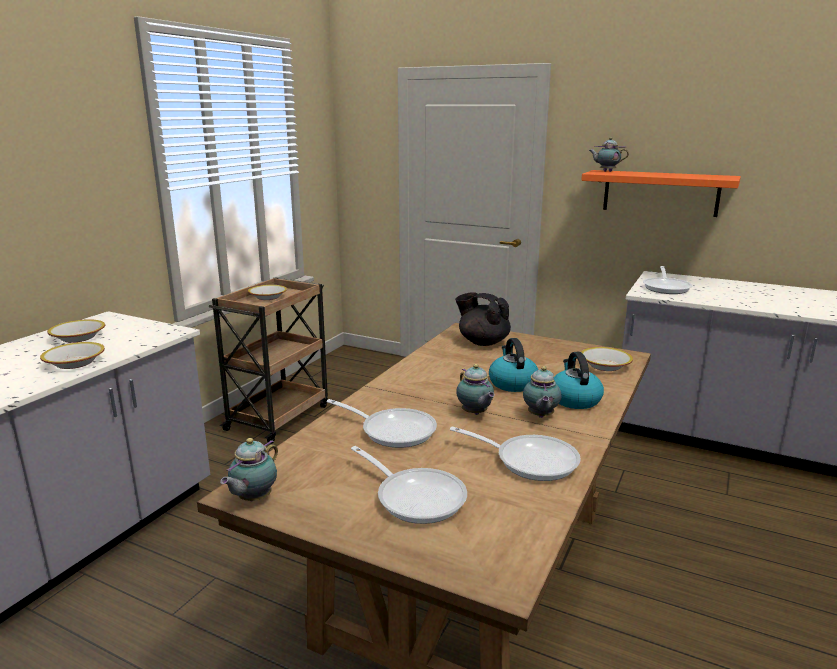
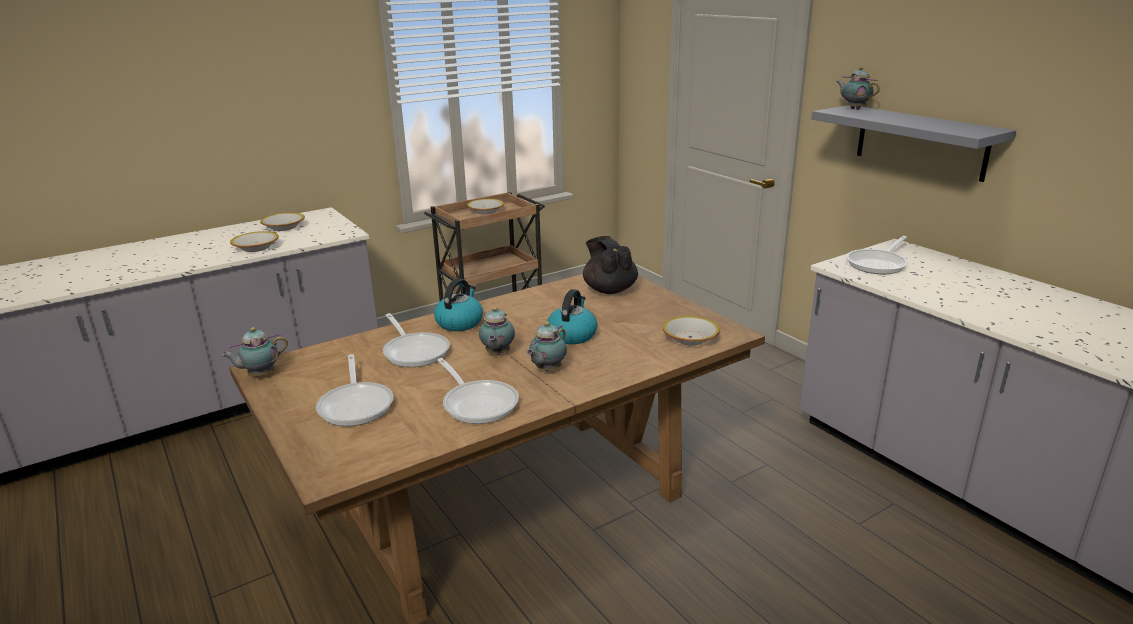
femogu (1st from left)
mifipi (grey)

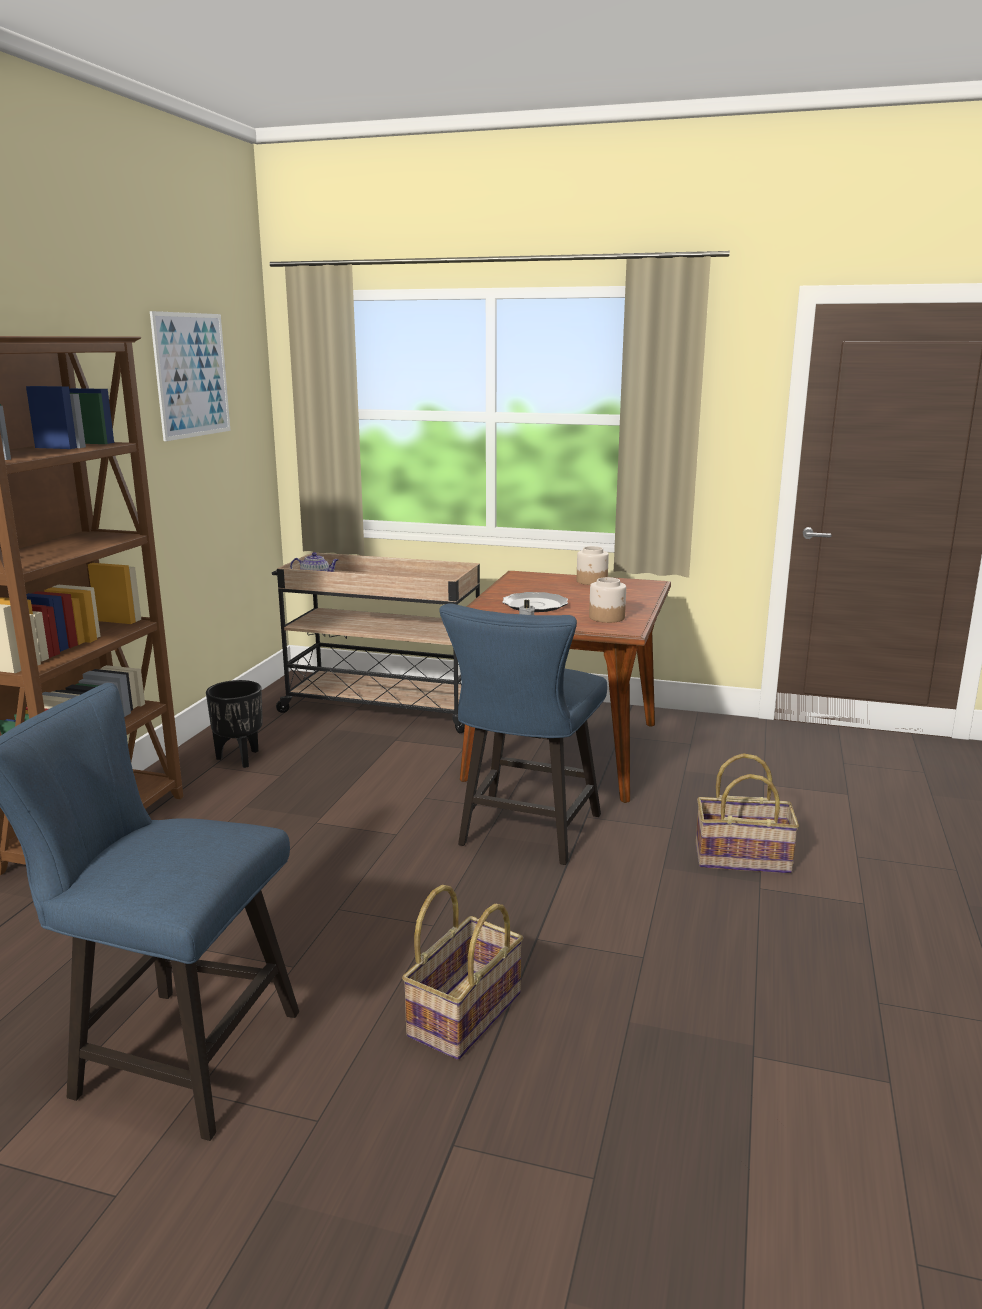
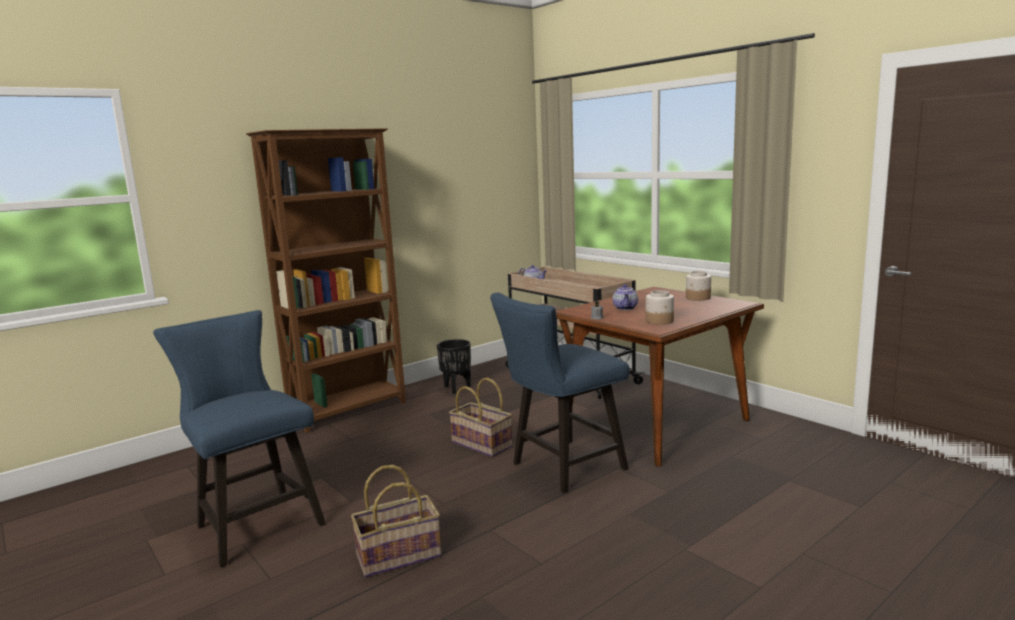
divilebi (2nd from left)
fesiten (2nd from left)
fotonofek

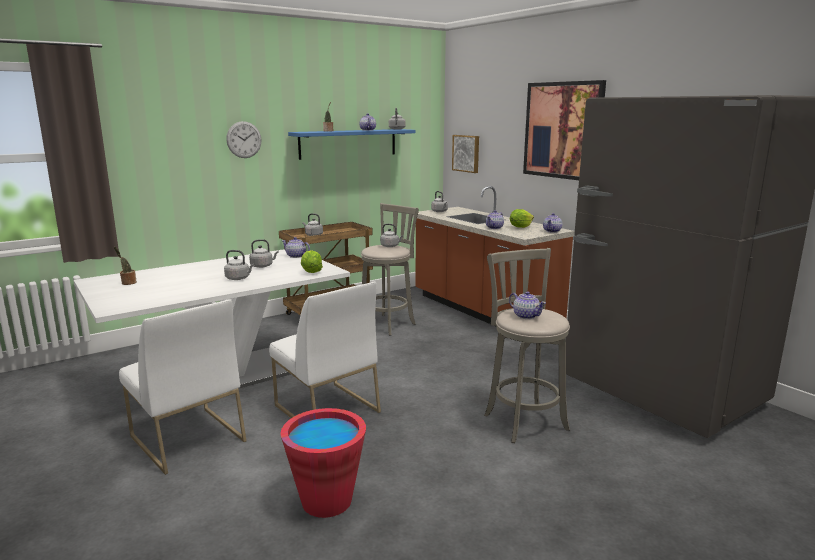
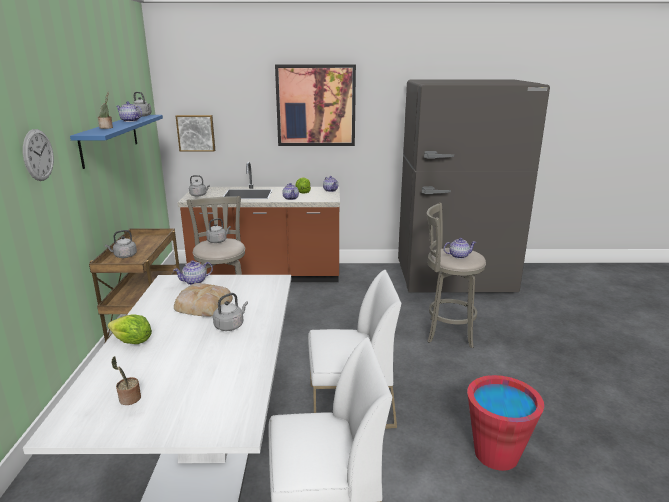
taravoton (1st from left)
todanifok

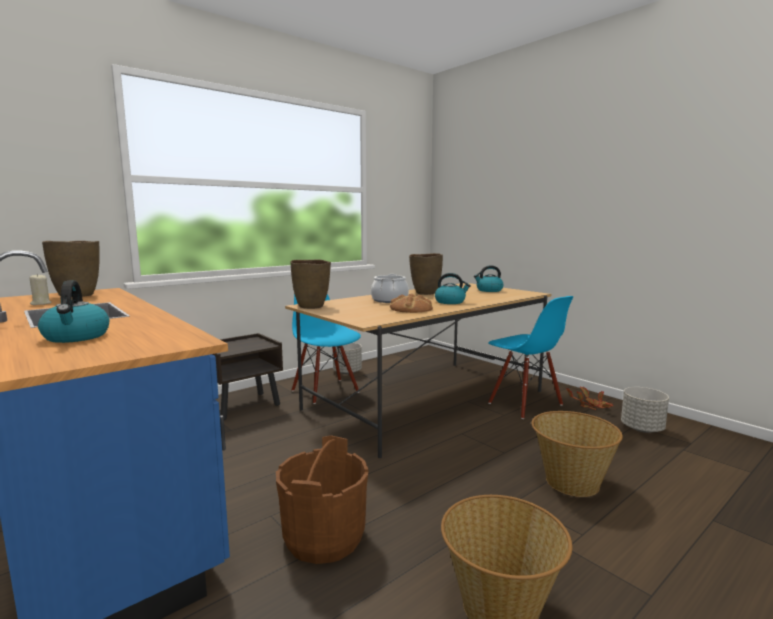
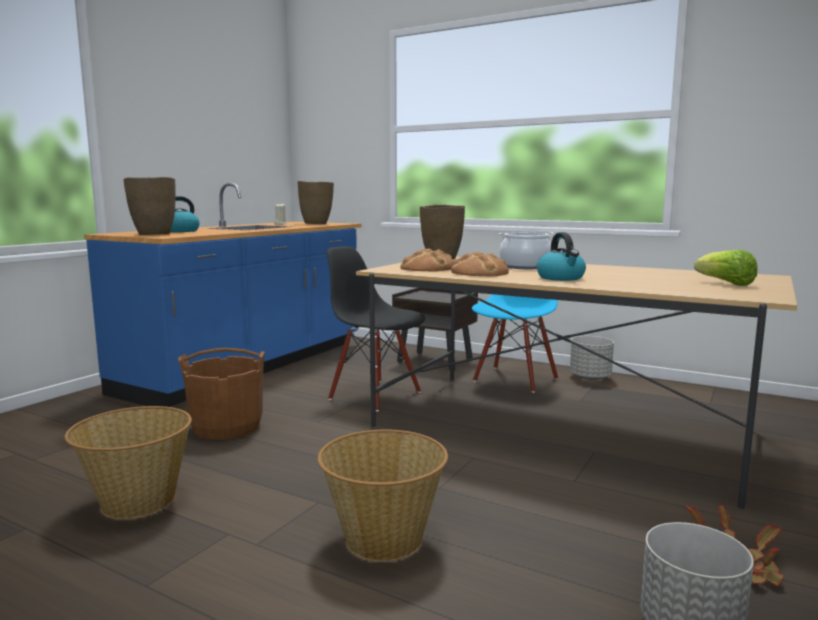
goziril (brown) (1st from left)
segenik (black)
todanifok (1st from left)
taravoton
segenik (blue) (2nd from left in the first image)

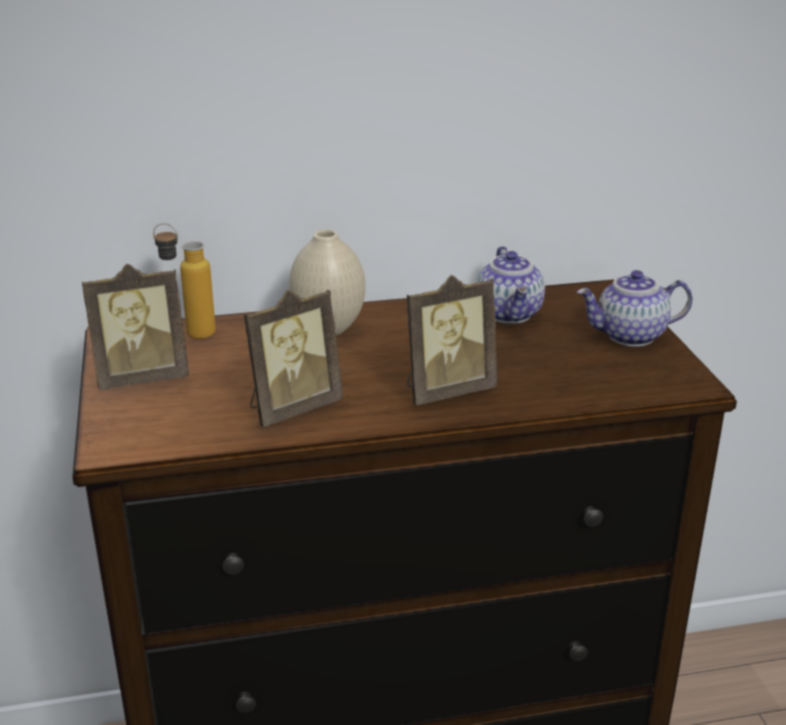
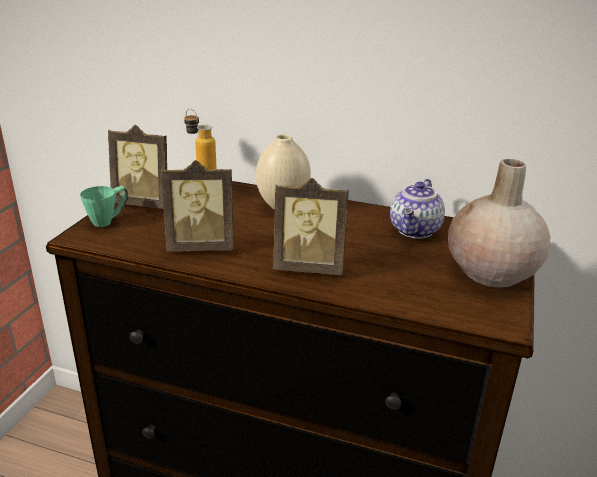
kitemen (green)
goziril (beige) (2nd from left)

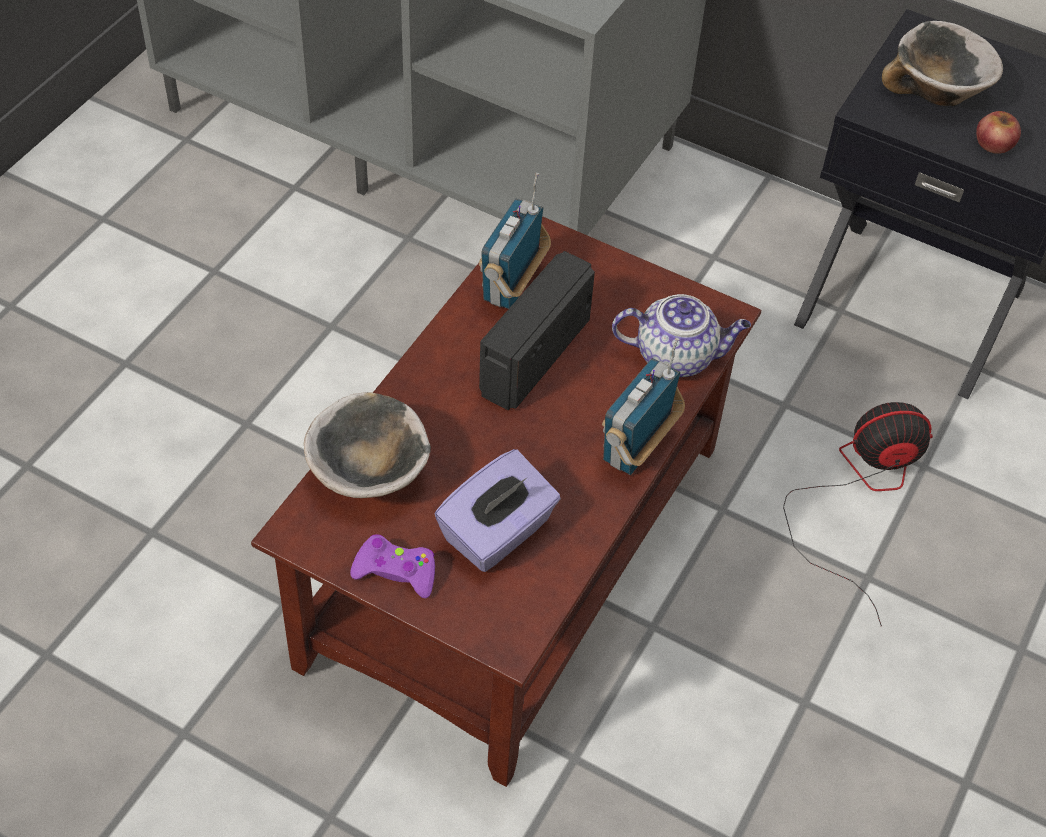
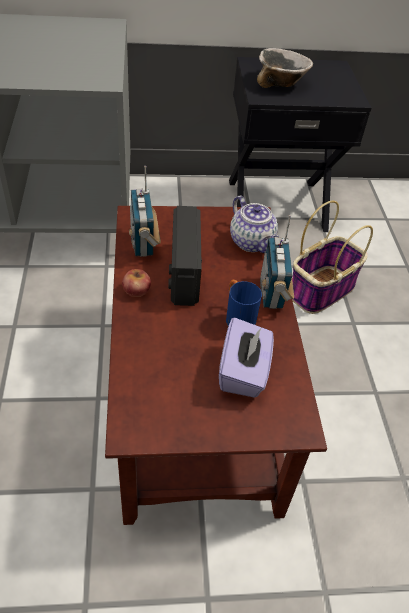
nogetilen
kitemen (blue)
fesiten
divilebi
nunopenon (1st from left in the first image)
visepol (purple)

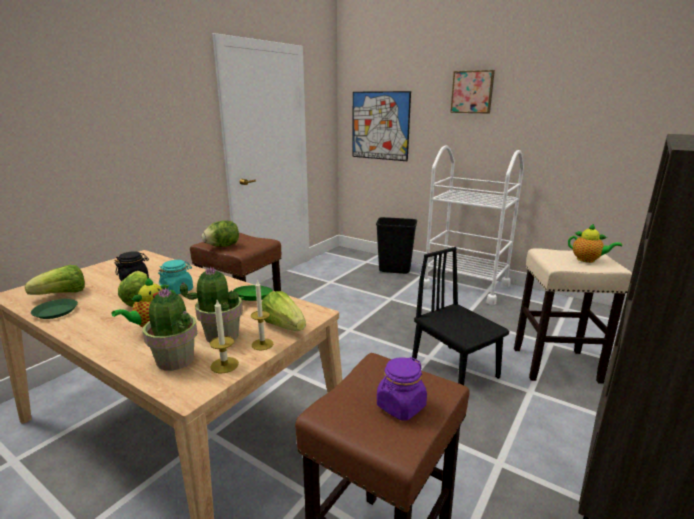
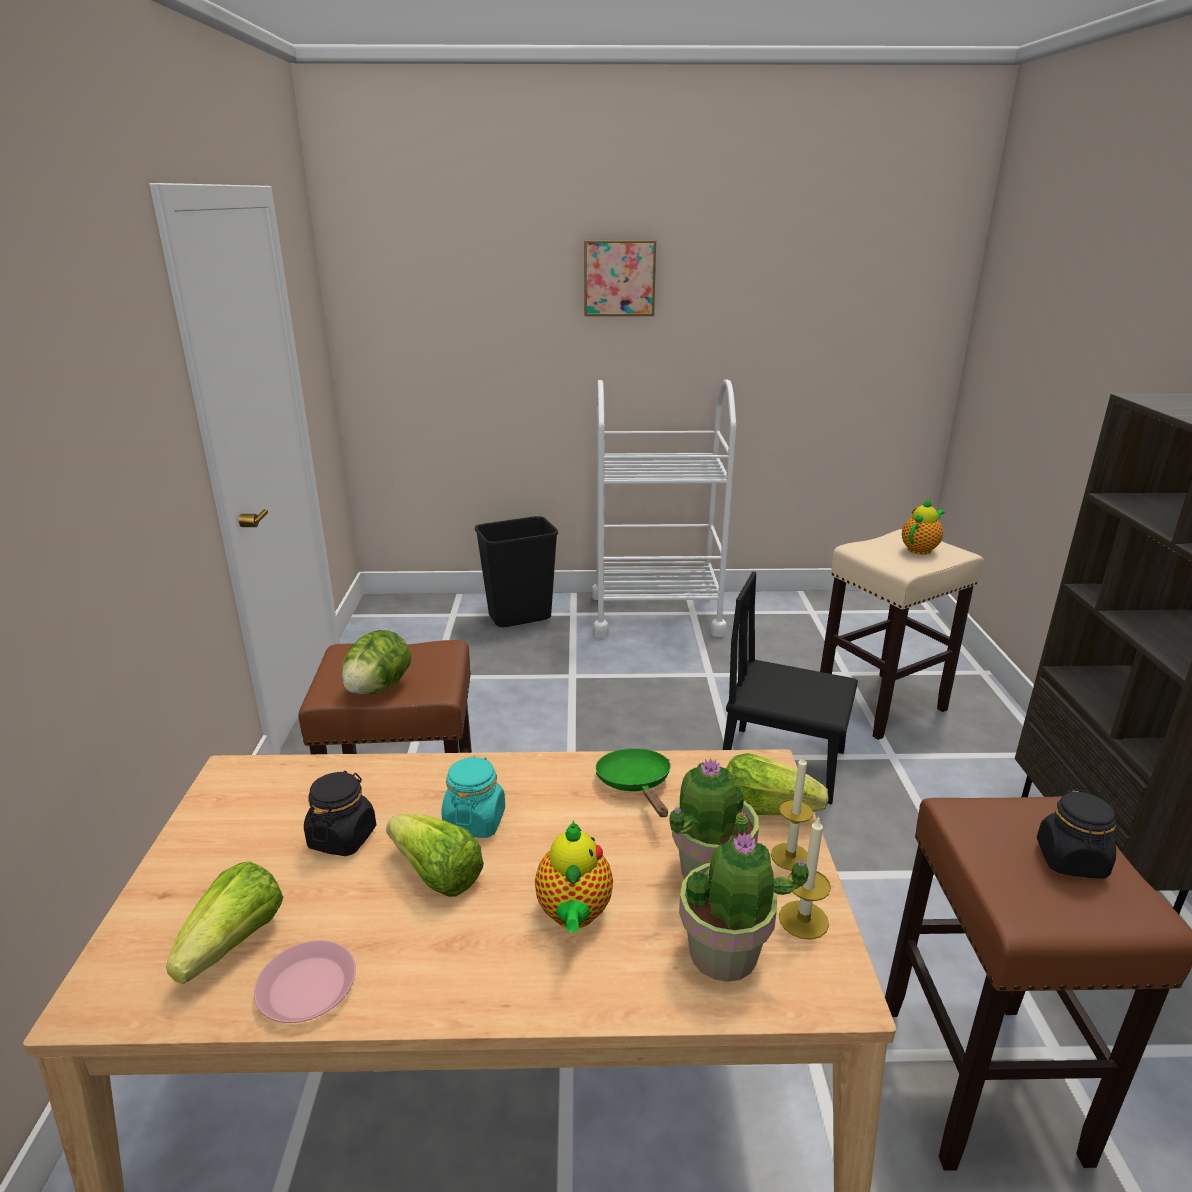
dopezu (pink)
fesiten (2nd from left)
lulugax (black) (2nd from left)
fotonofek (1st from left in the first image)

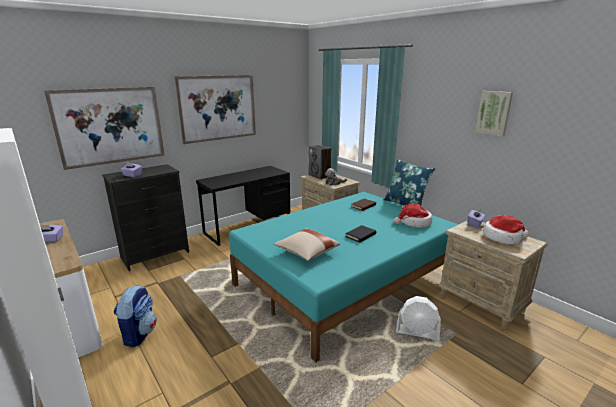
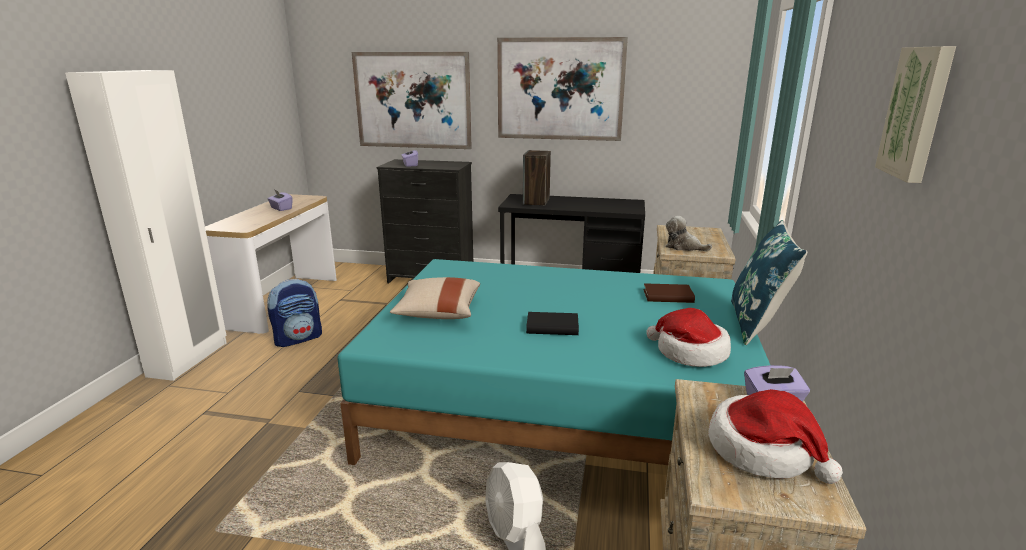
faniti

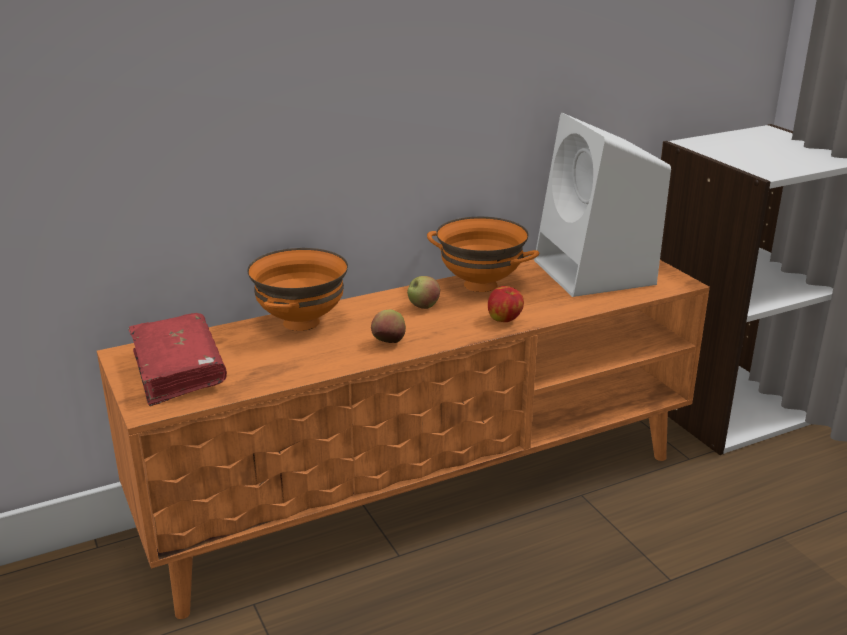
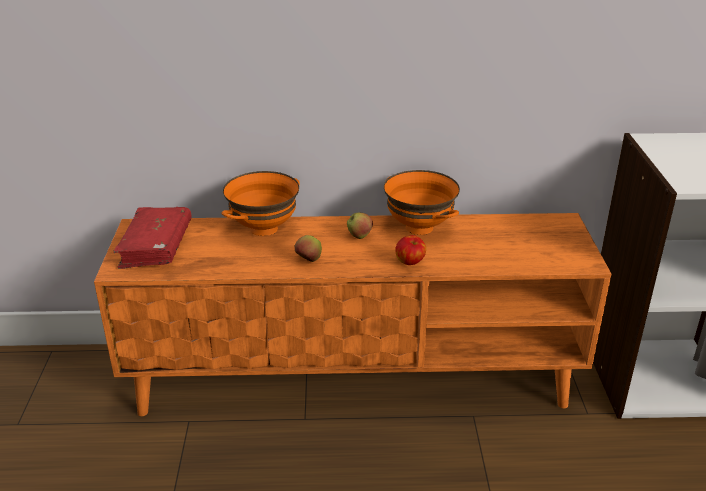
faniti (white)

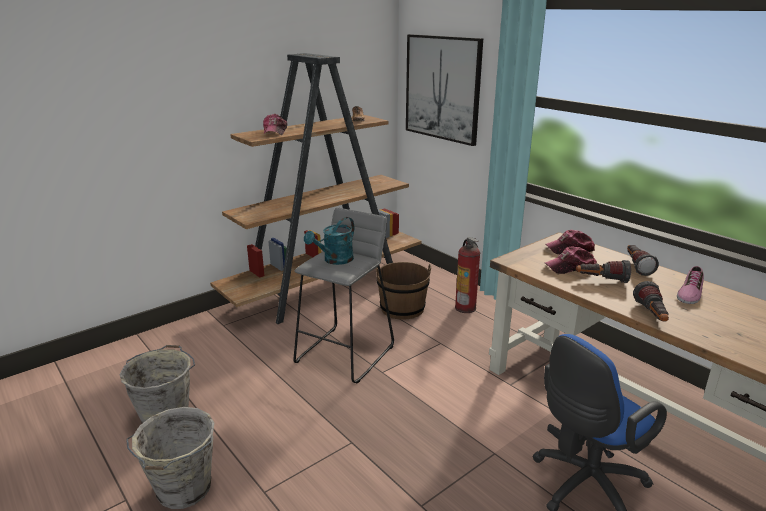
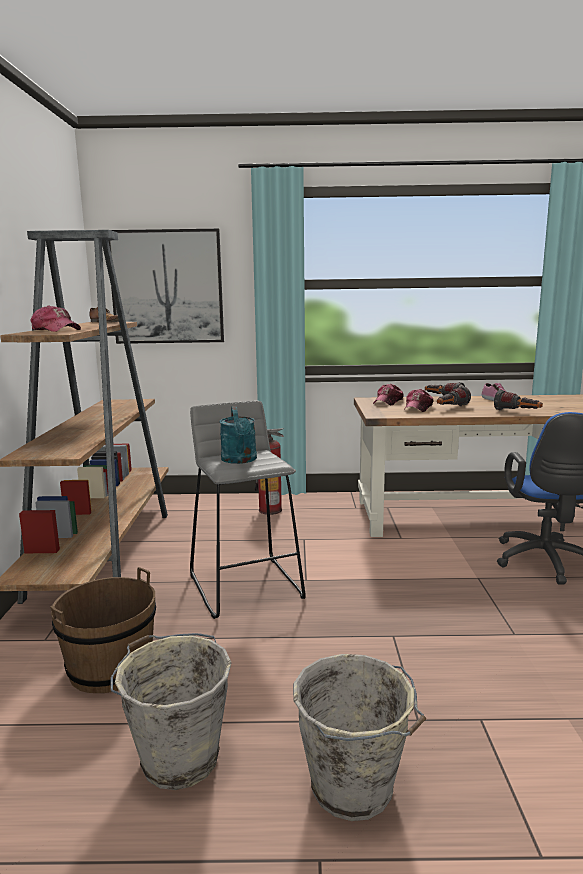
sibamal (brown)

